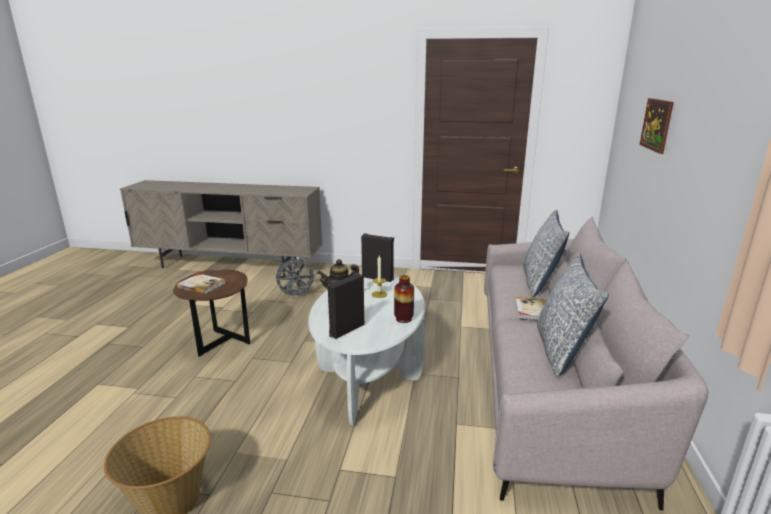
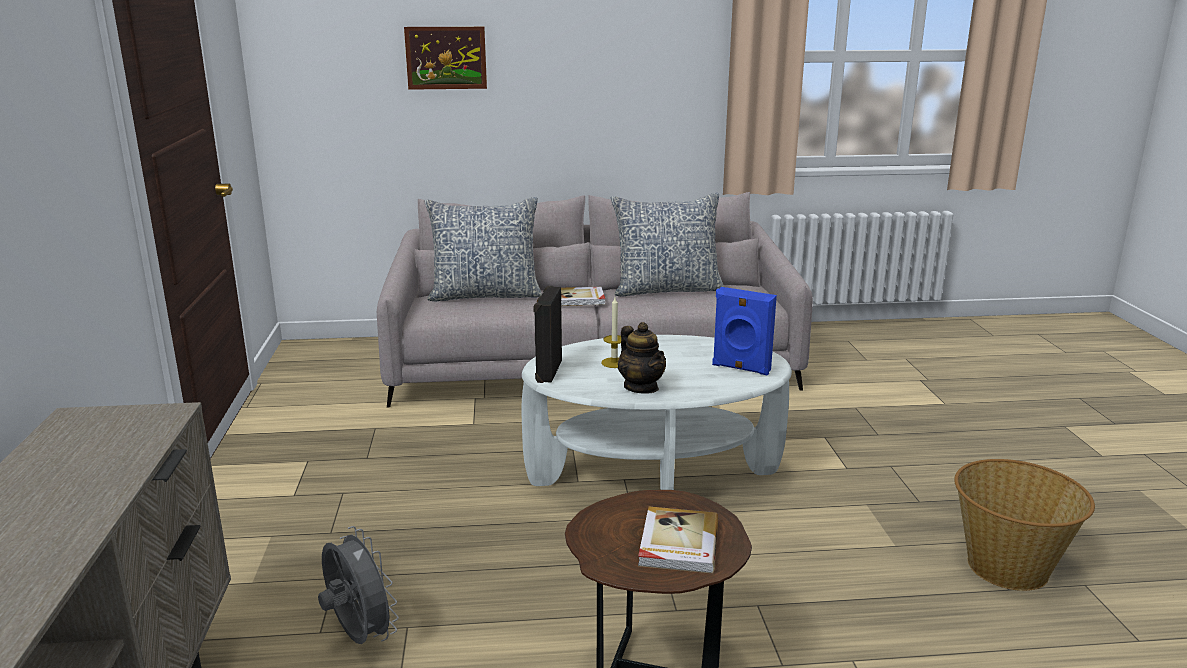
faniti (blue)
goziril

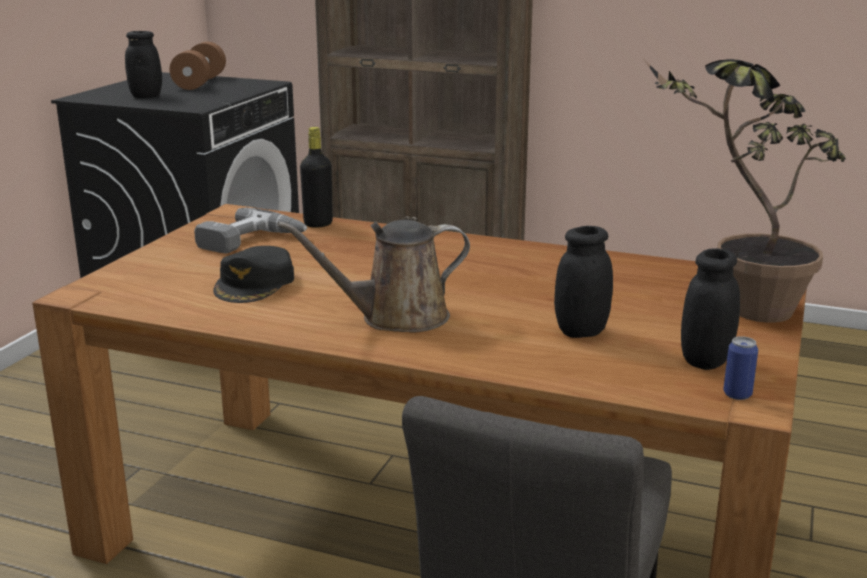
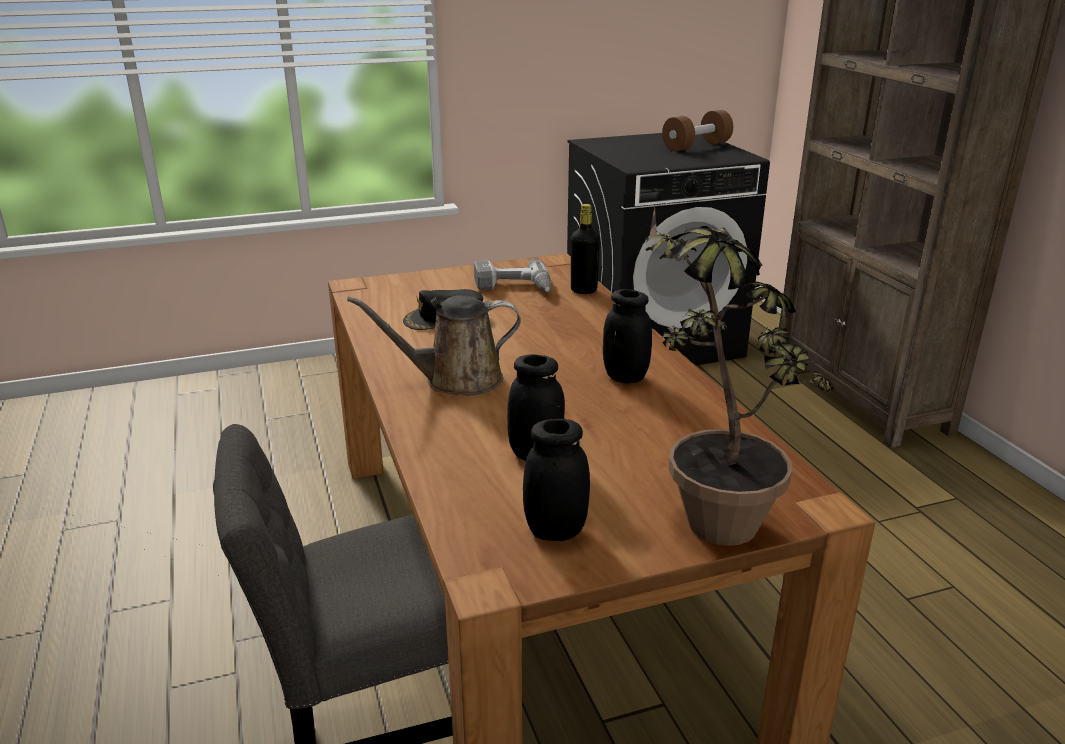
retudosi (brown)
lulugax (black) (3rd from left)
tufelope

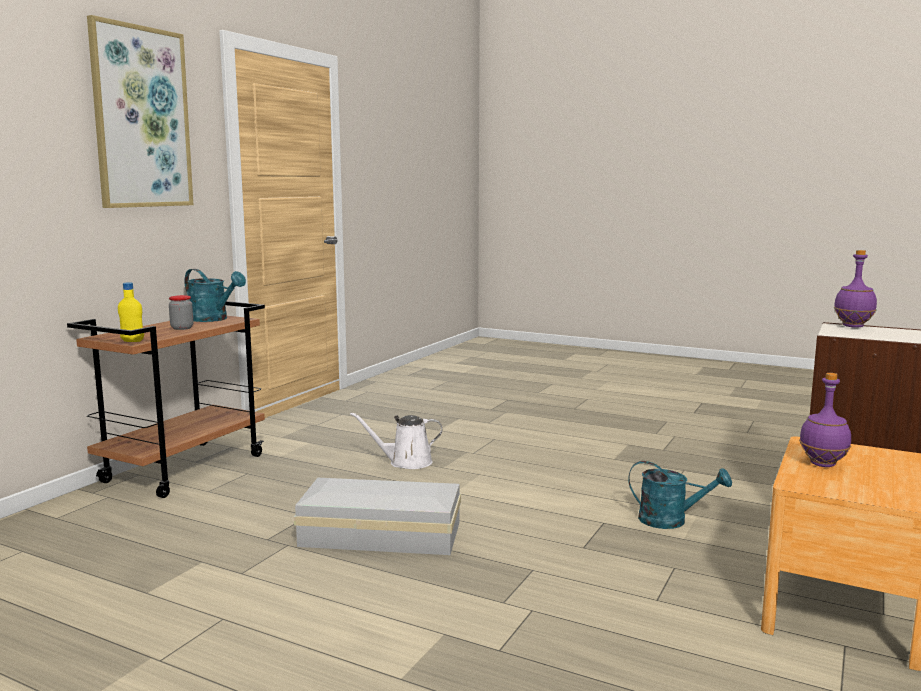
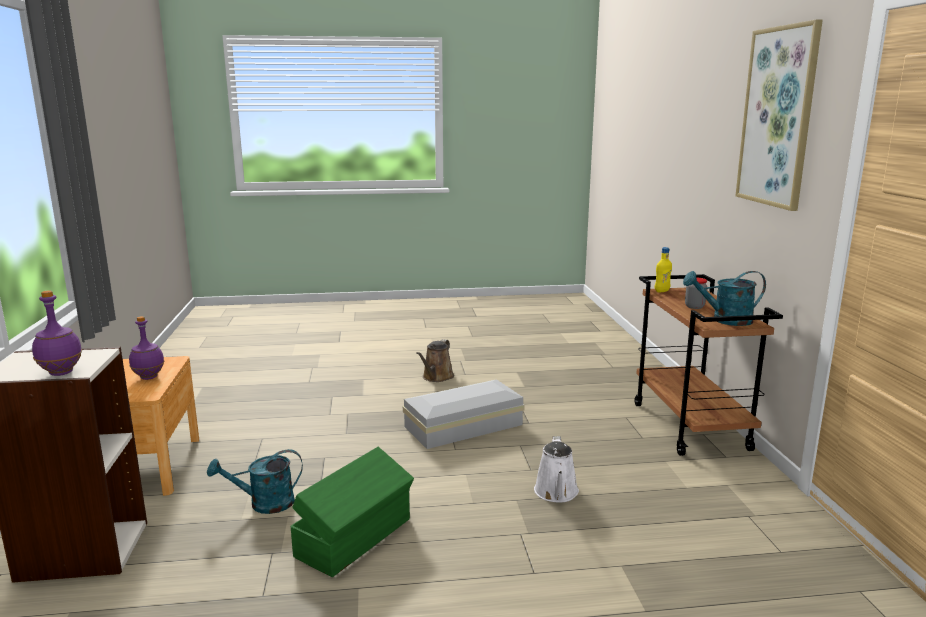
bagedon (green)
retudosi (brown)
retudosi (white)

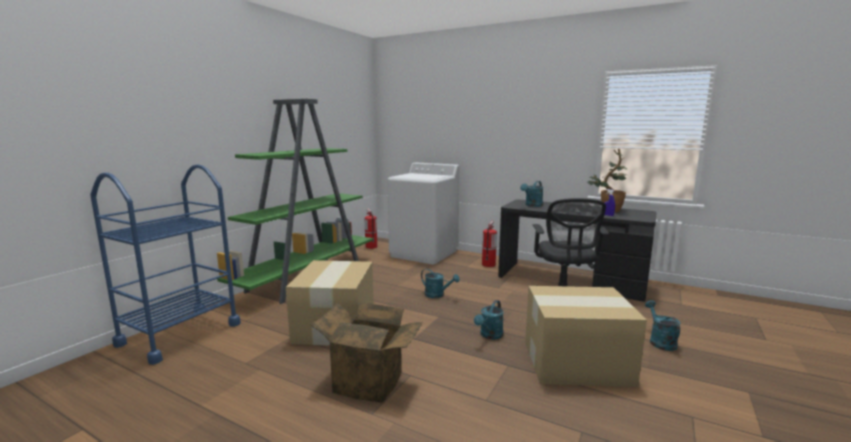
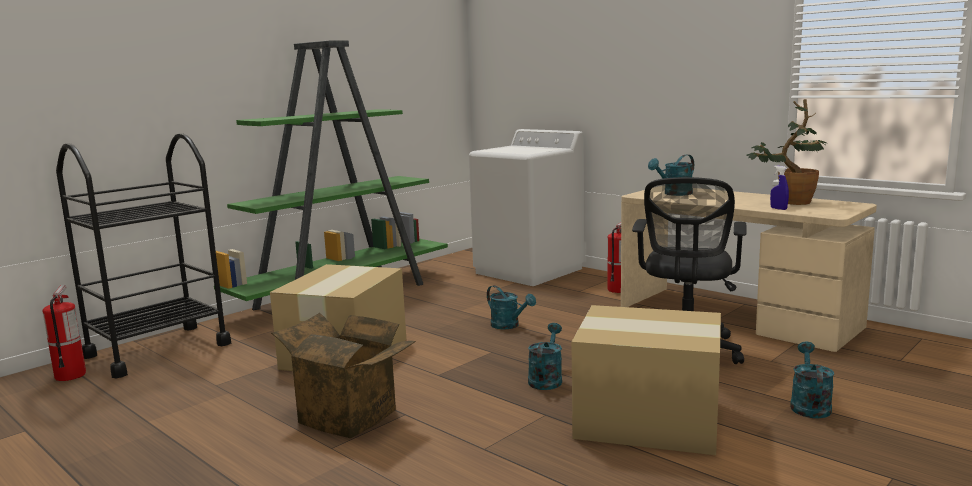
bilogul (1st from left)
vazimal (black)
retudosi (turquoise) (2nd from left)
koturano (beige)

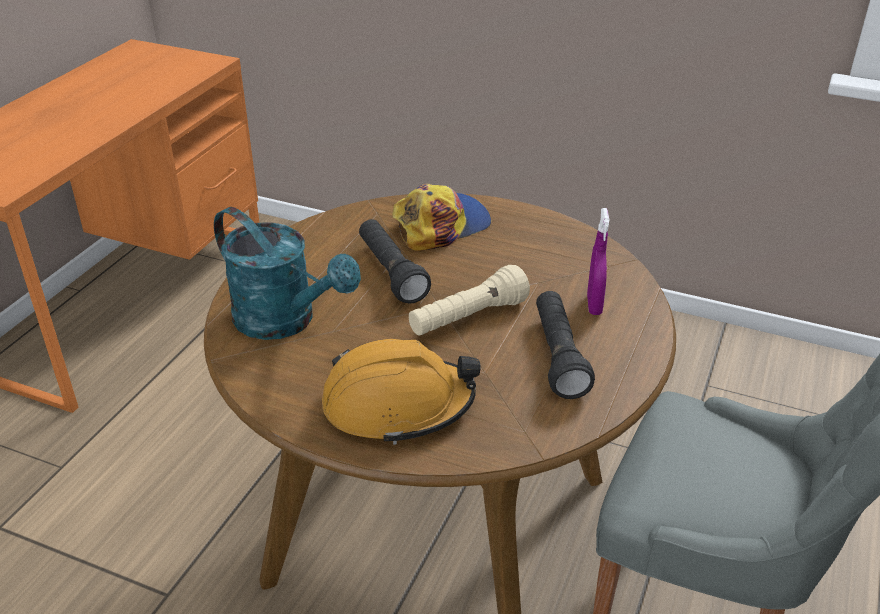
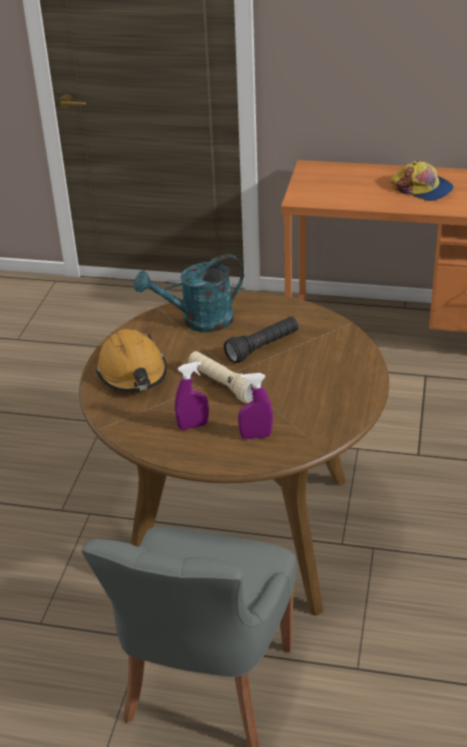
retudosi (turquoise)
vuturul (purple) (1st from left)
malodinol

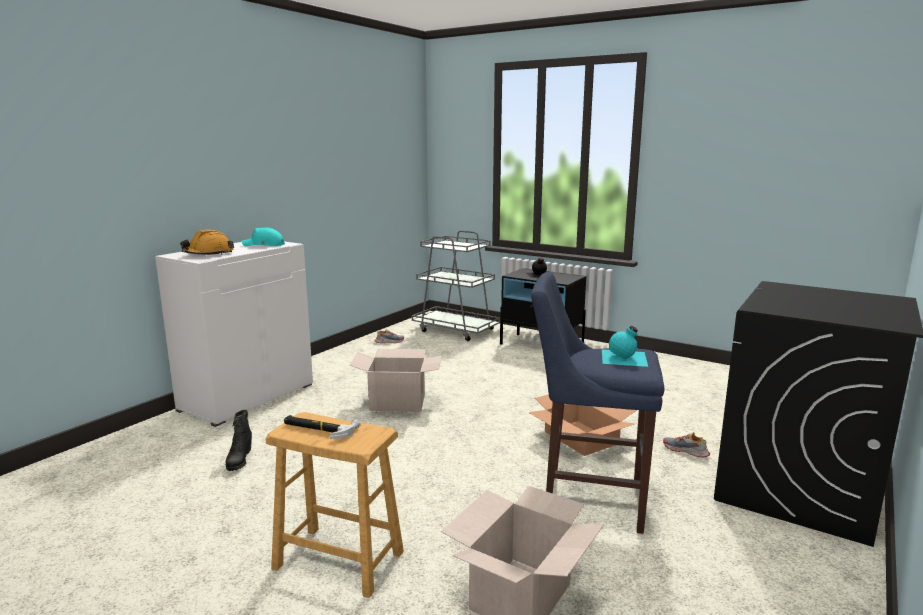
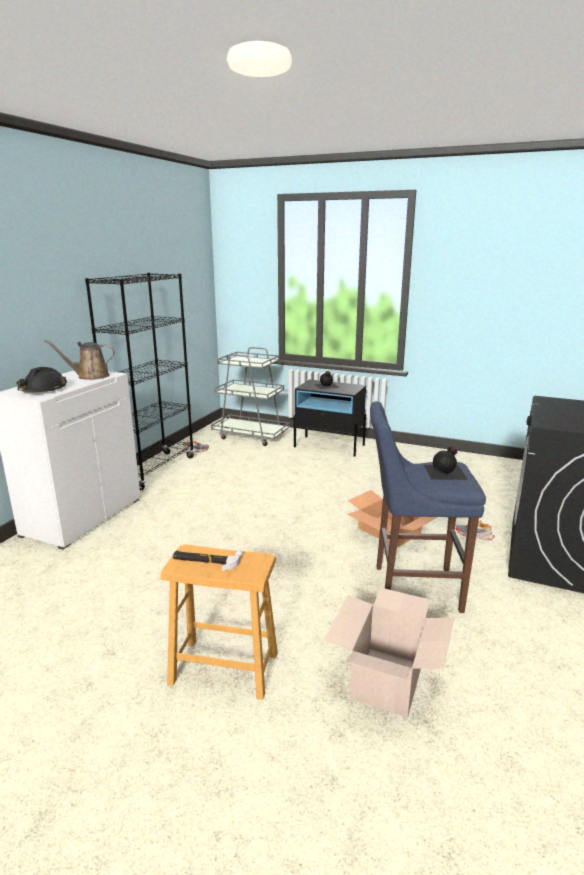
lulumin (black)
retudosi (brown)
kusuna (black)
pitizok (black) (2nd from left)
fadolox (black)
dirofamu (1st from left in the first image)

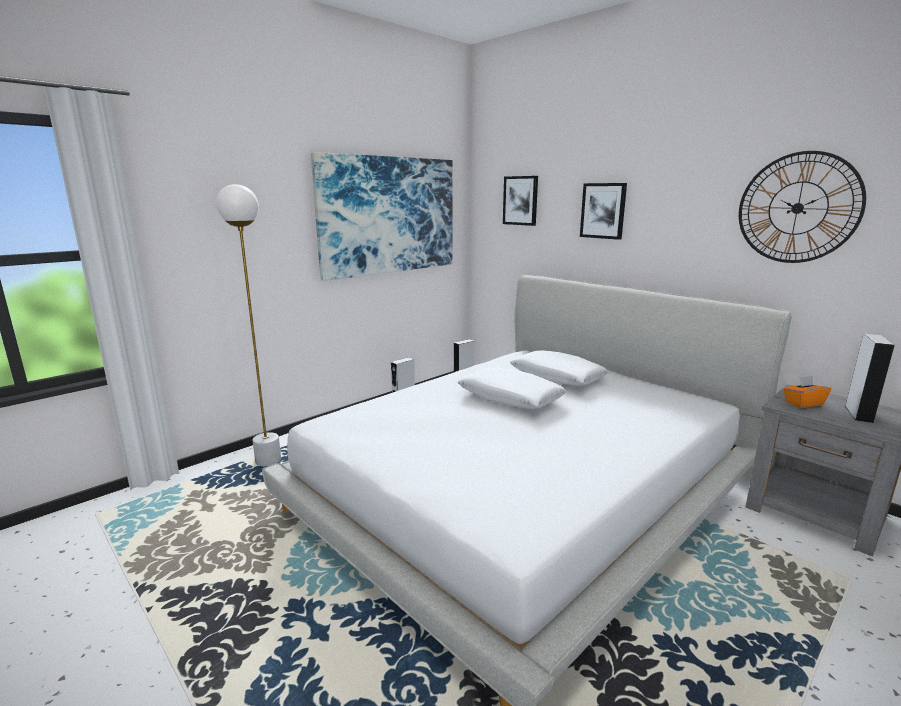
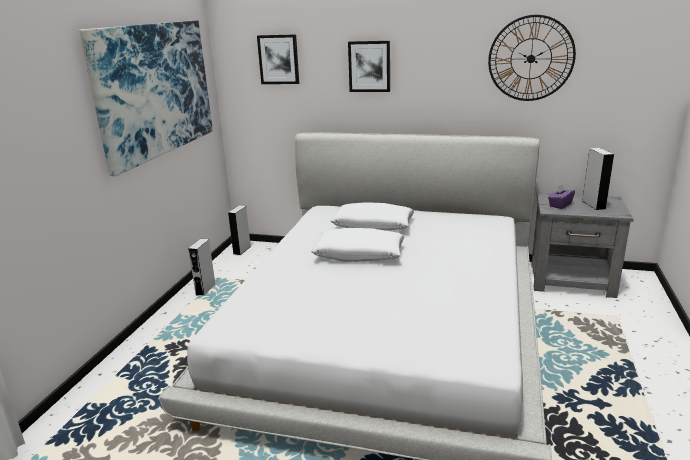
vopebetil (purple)
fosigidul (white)

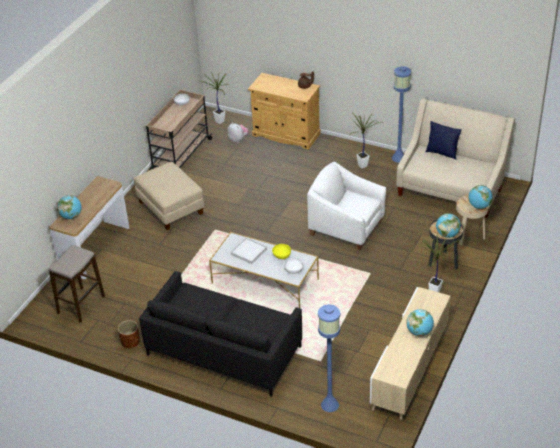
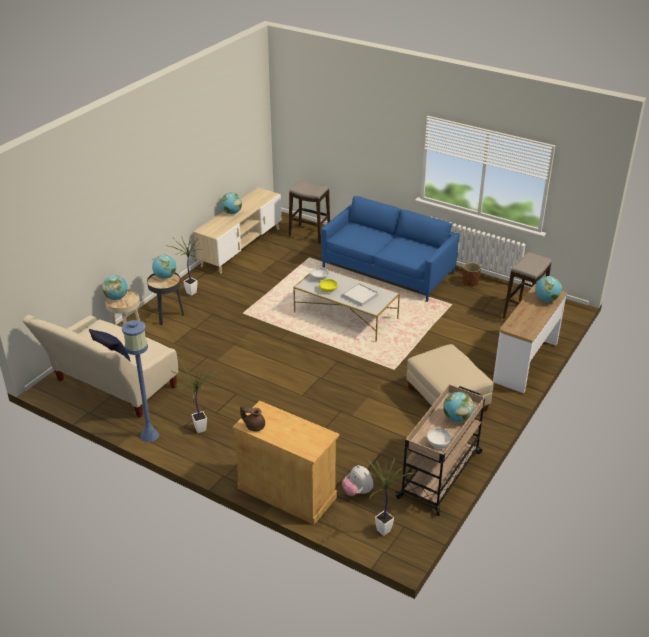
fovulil (1st from left)
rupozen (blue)
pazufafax (4th from left)
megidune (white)

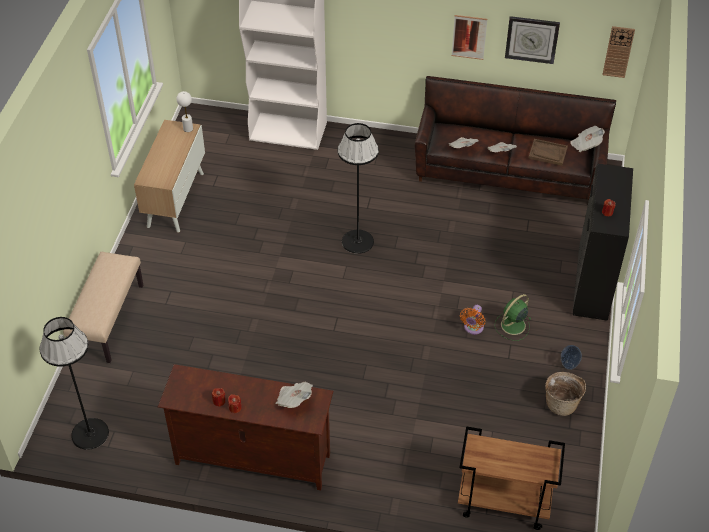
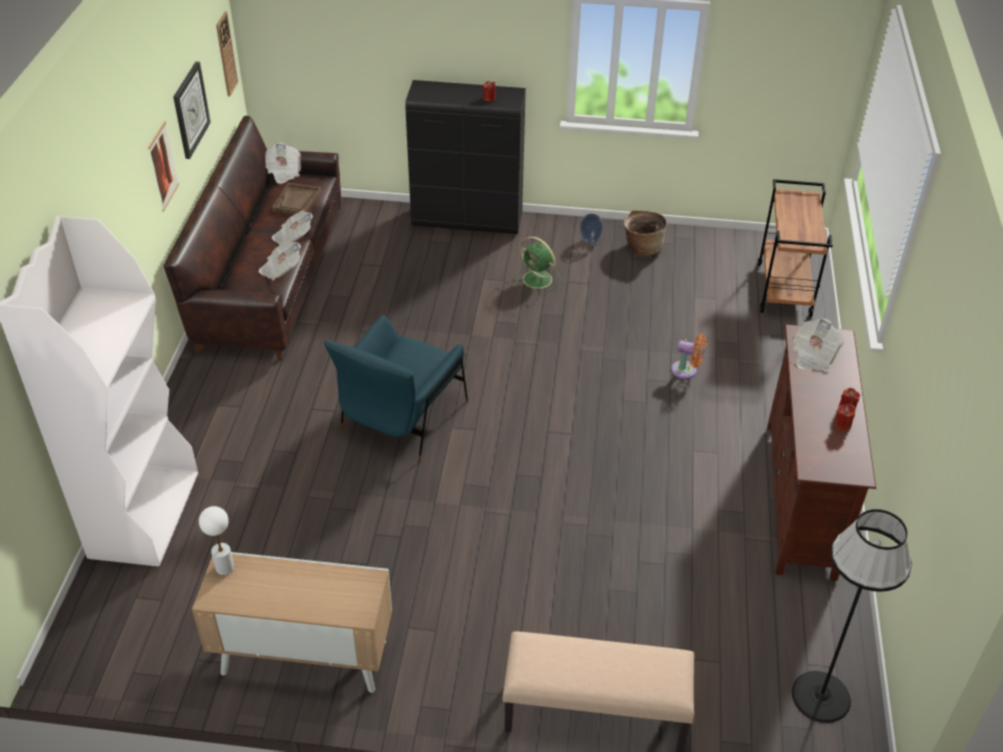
megidune (blue)
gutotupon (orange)

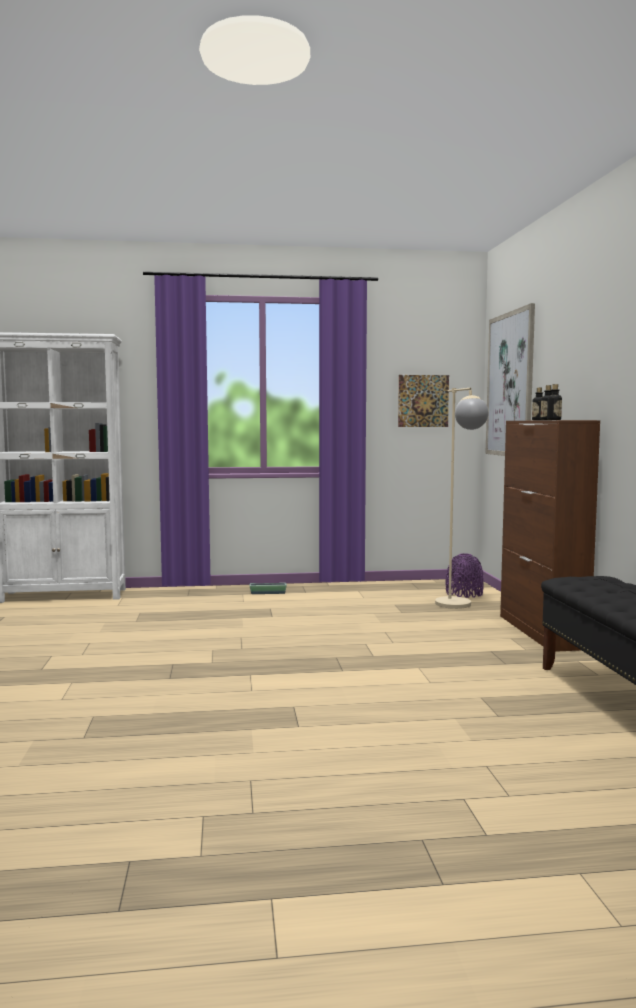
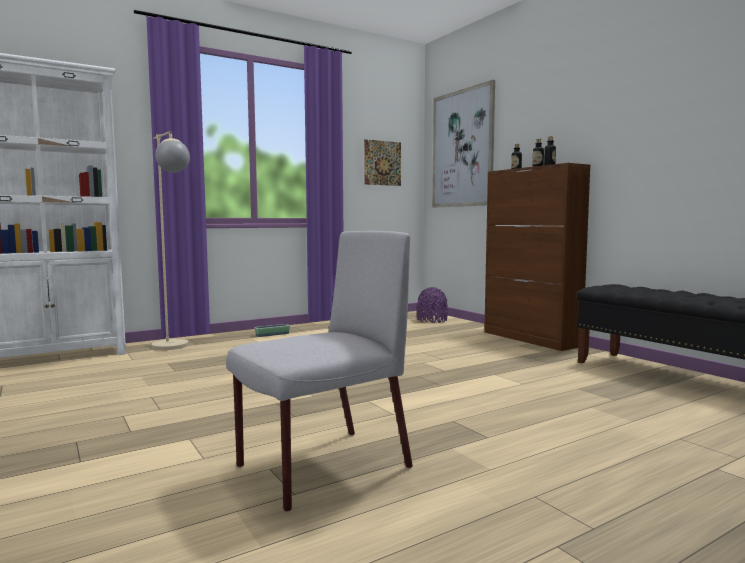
fosigidul (beige)
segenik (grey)

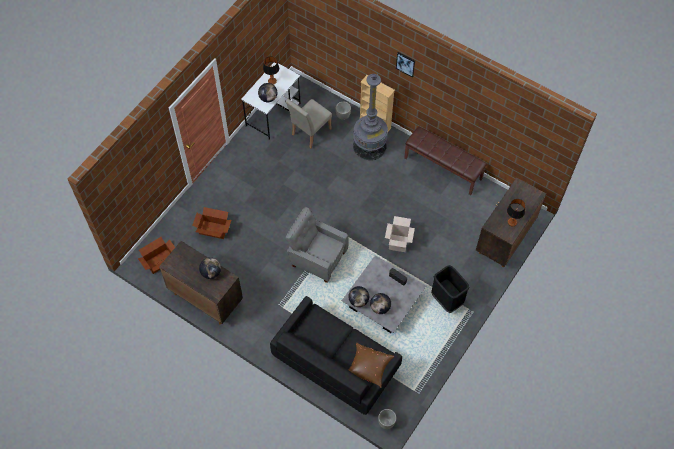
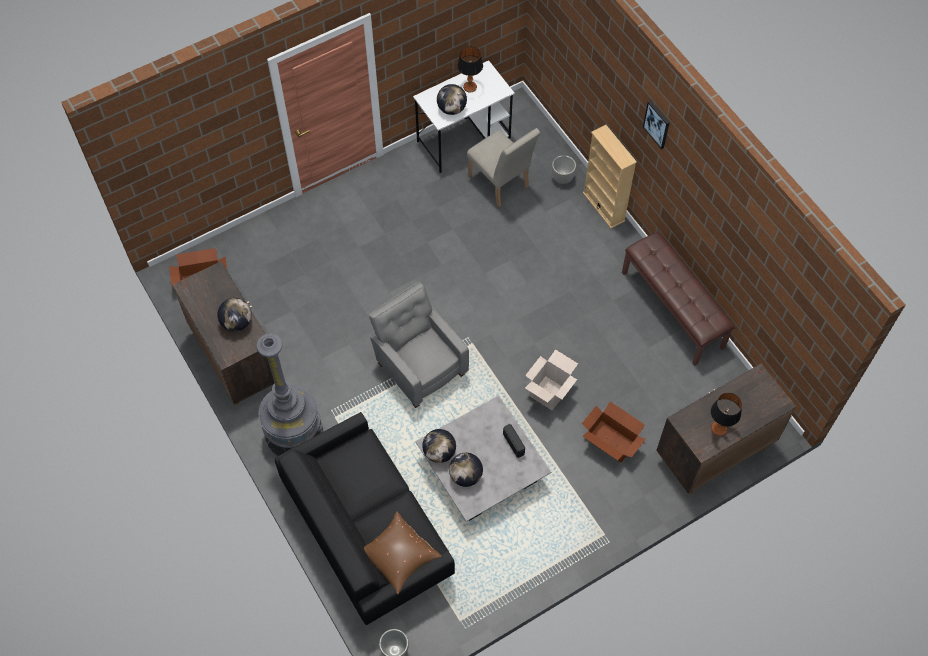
fosigidul (grey)
segenik (beige)
dirofamu (3rd from left)
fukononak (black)

